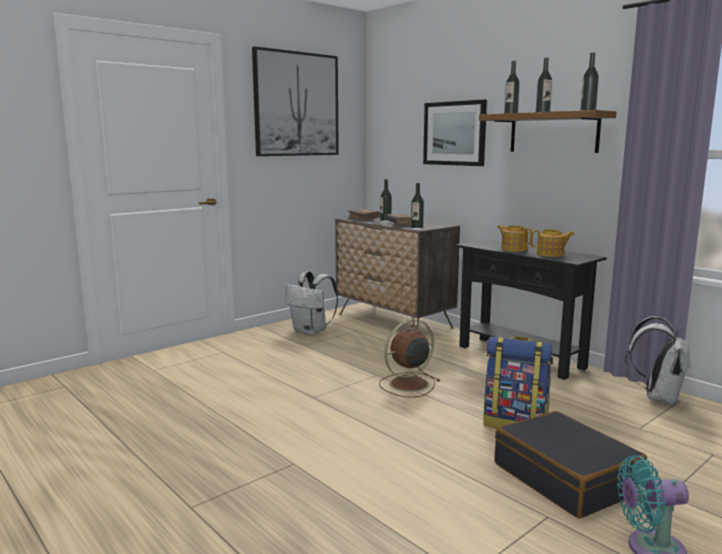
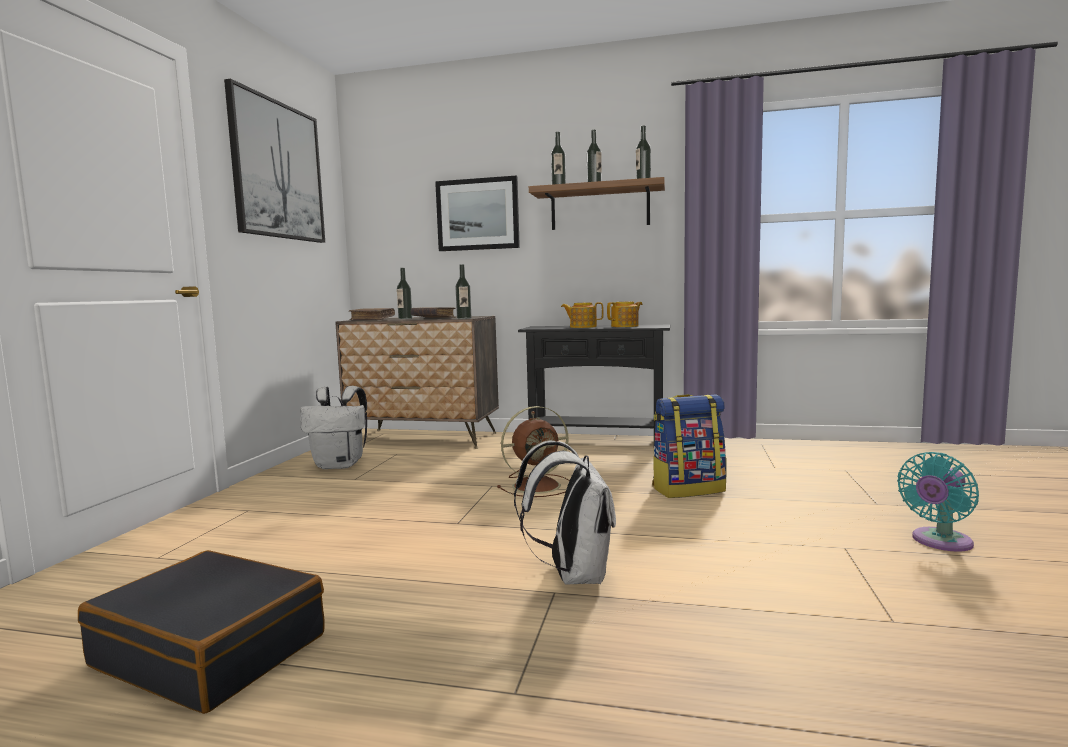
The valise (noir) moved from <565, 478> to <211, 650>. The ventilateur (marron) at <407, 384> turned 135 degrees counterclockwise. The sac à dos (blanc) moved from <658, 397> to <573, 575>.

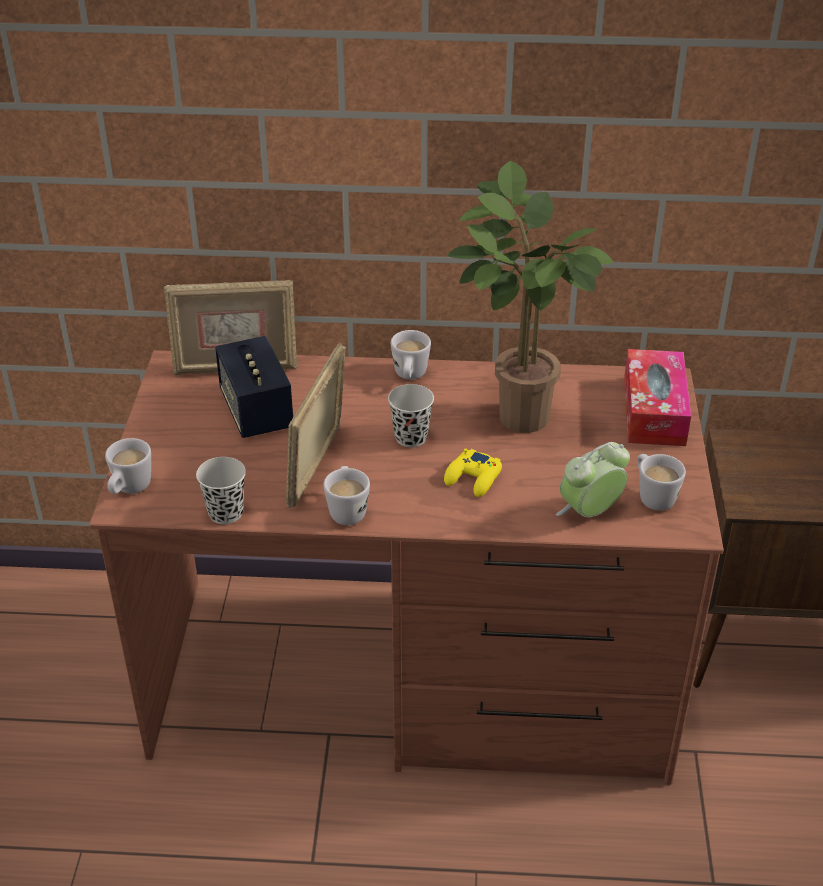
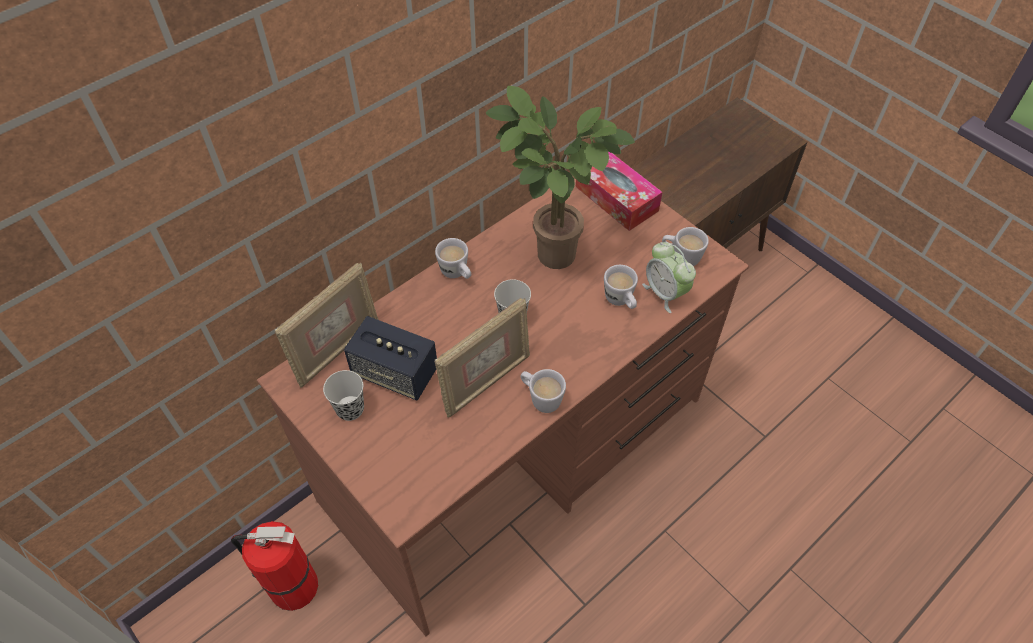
The extincteur at <291, 586> appeared. The tasse (noir) moved from <225, 513> to <350, 409>. The cadre photo at <318, 466> turned 105 degrees counterclockwise. The mug (blanc) moved from <129, 490> to <621, 301>. The réveil at <590, 512> turned 45 degrees counterclockwise. The manette (jaune) at <473, 478> disappeared.

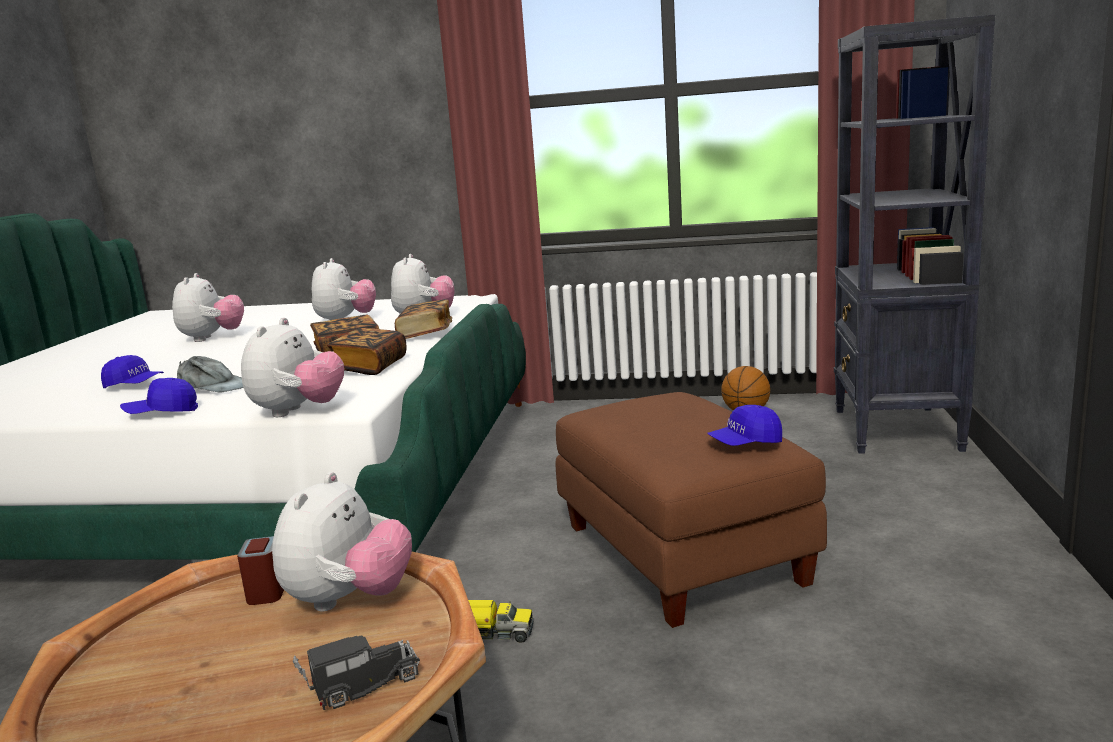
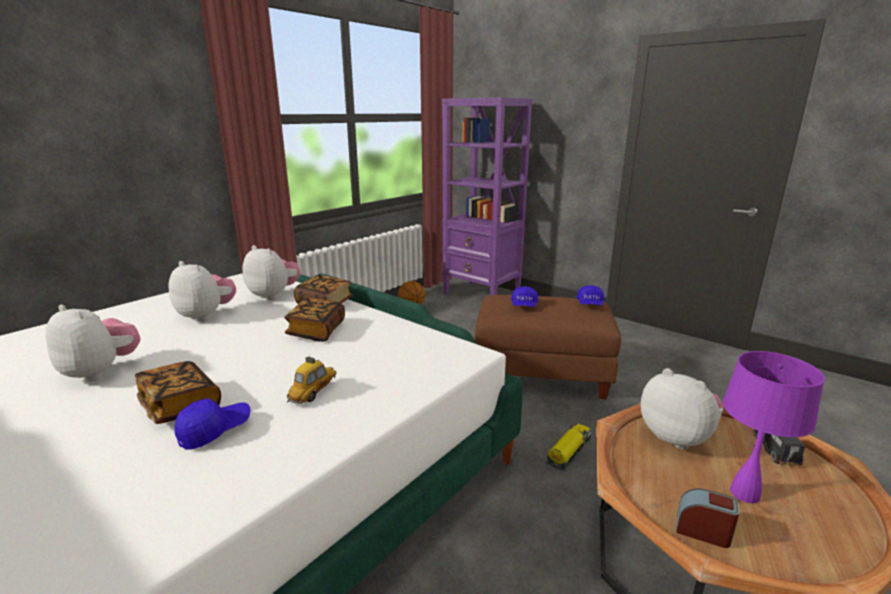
The livre moved from <370, 367> to <180, 406>. The casquette (gris) at <213, 387> was replaced by the petite voiture at <314, 392>. The bibliothèque (noir) at <896, 430> became the bibliothèque (violet) at <482, 294>. The casquette (bleu) moved from <162, 413> to <524, 305>. The réveil moved from <269, 588> to <702, 531>. The lampe de table (violet) at <744, 494> appeared. The peluche at <298, 412> disappeared.

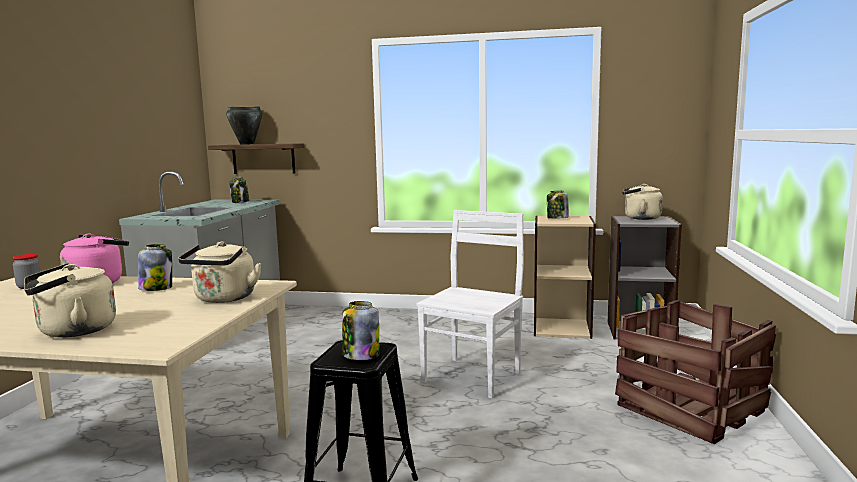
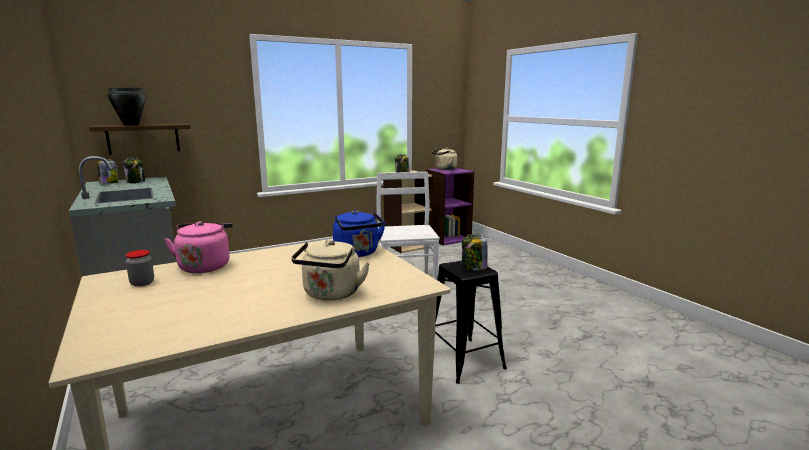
The bocal moved from <156, 288> to <108, 183>. The bouilloire (beige) at <223, 299> became the bouilloire (bleu) at <358, 253>. The bibliothèque (gris) at <639, 331> became the bibliothèque (violet) at <447, 238>. The caisse at <689, 409> disappeared.

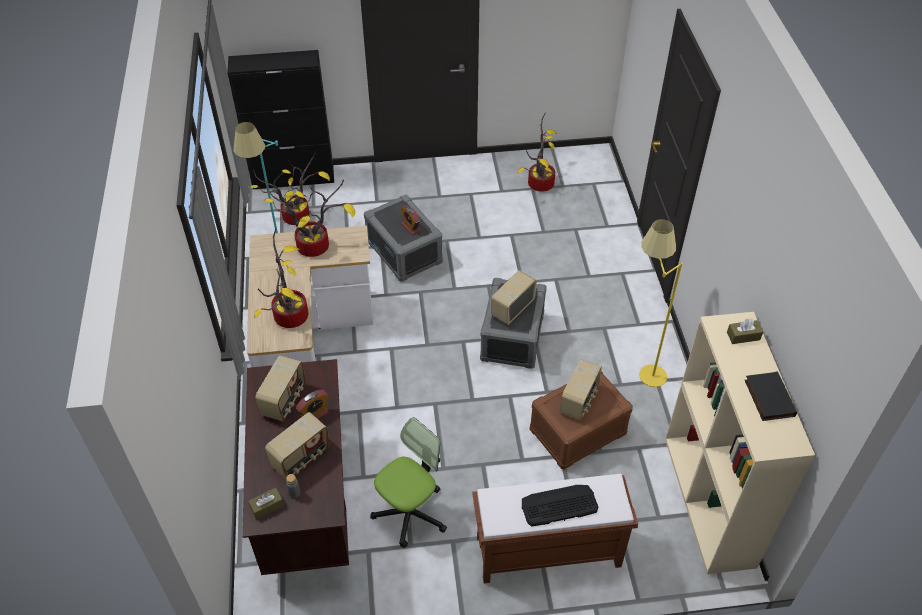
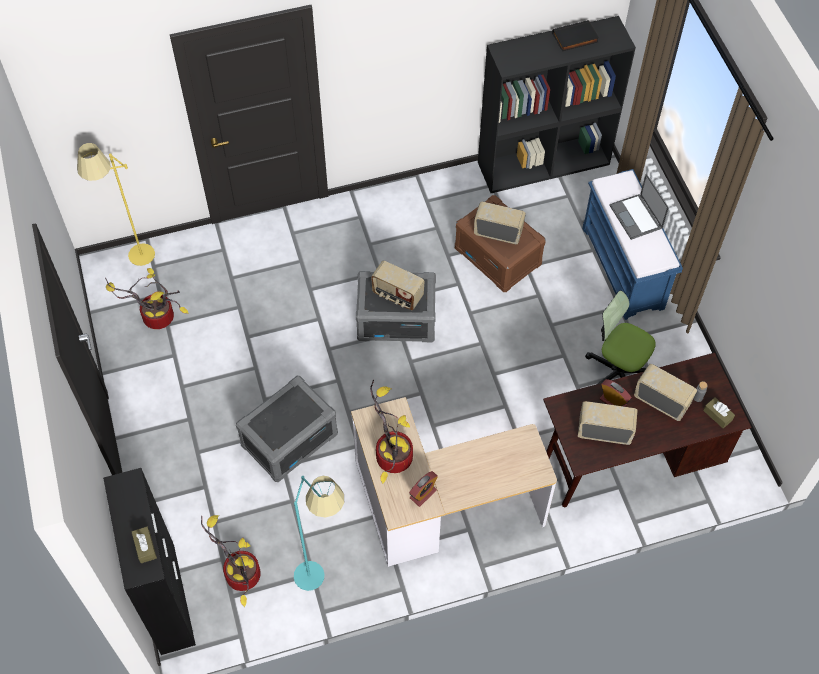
The lampadaire (jaune) moved from <641, 370> to <135, 264>. The boîte à mouchoirs (marron) moved from <743, 336> to <145, 547>. The réveil moved from <411, 227> to <423, 494>. The bibliothèque (beige) at <710, 501> became the bibliothèque (noir) at <544, 162>. The banc (marron) at <547, 553> became the banc (bleu) at <623, 268>. The clavier at <559, 505> was replaced by the ordinateur portable at <636, 217>. The plante en pot at <289, 314> disappeared.

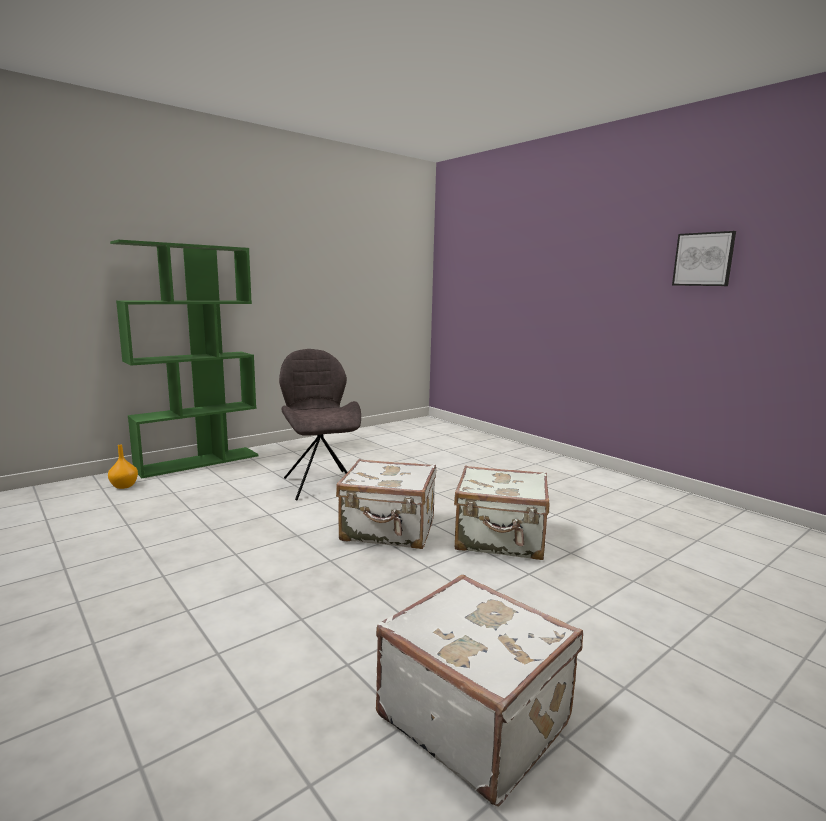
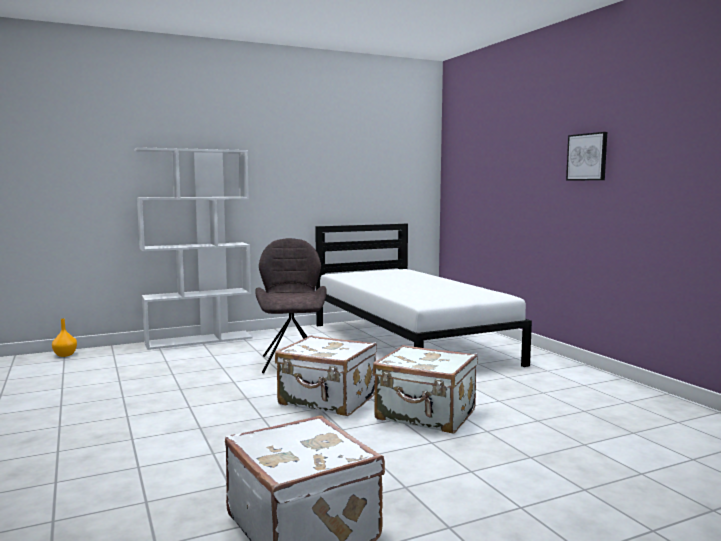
The vase (orange) moved from <123, 486> to <64, 355>. The bibliothèque (vert) at <198, 462> became the bibliothèque (blanc) at <199, 340>. The lit (blanc) at <410, 343> appeared. The tableau moved from <703, 259> to <587, 157>.

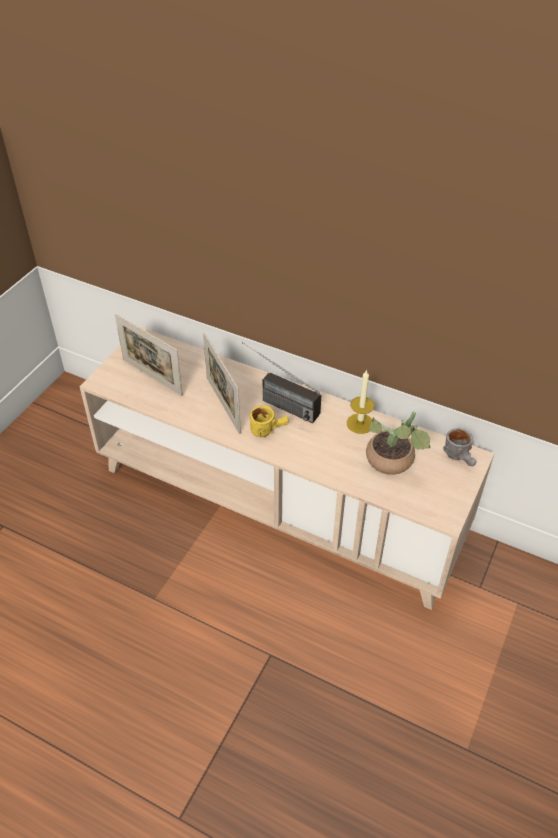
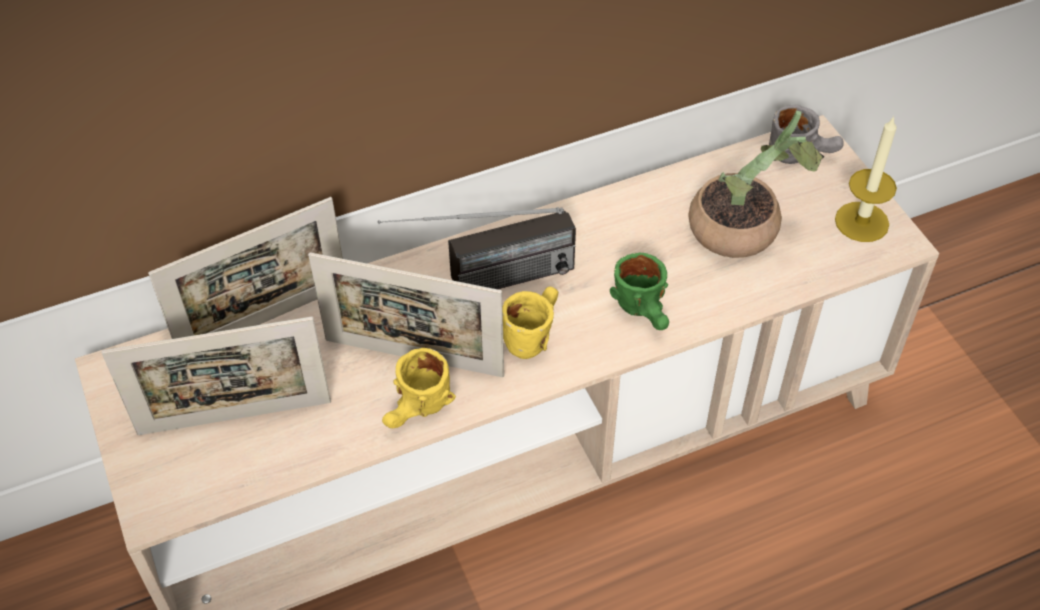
The cadre photo at <265, 321> appeared. The mug (jaune) at <418, 412> appeared. The mug (vert) at <646, 312> appeared. The bougie moved from <360, 423> to <861, 222>.

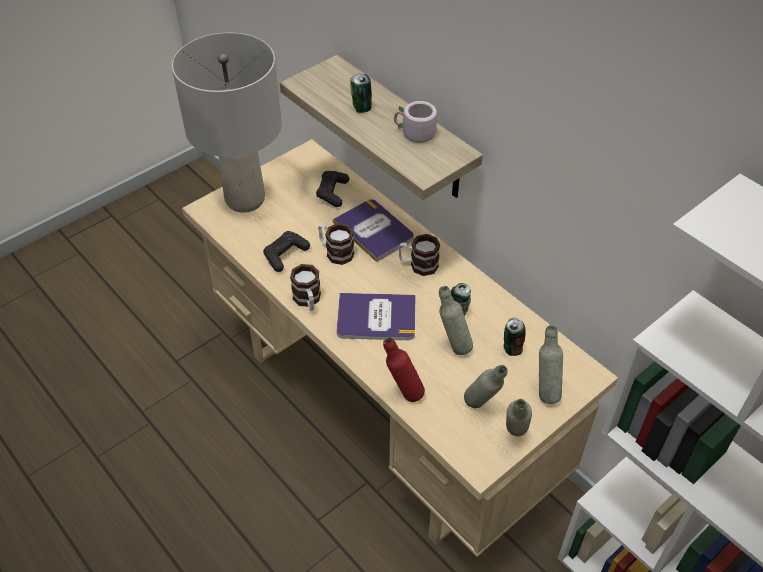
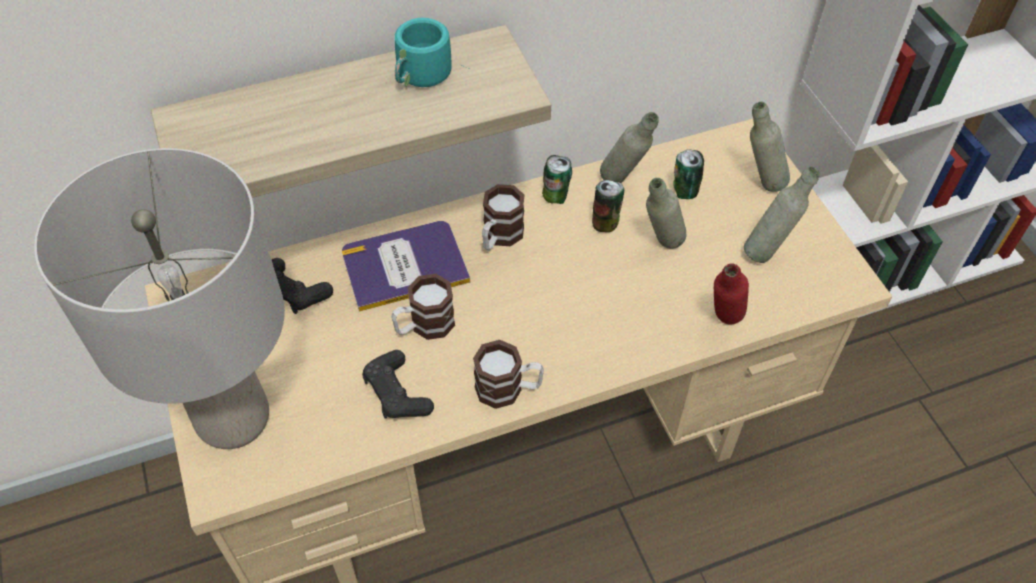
The mug (gris) at <414, 134> became the mug (turquoise) at <423, 77>. The boîte métallique moved from <361, 108> to <555, 197>. The bouteille (gris) moved from <514, 437> to <623, 184>. The livre at <376, 317> disappeared.

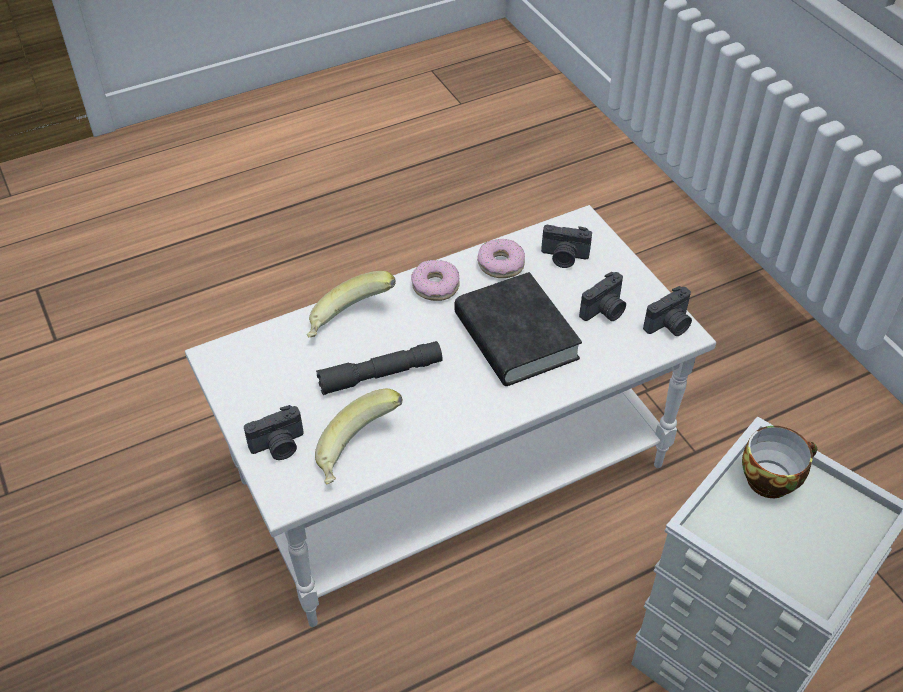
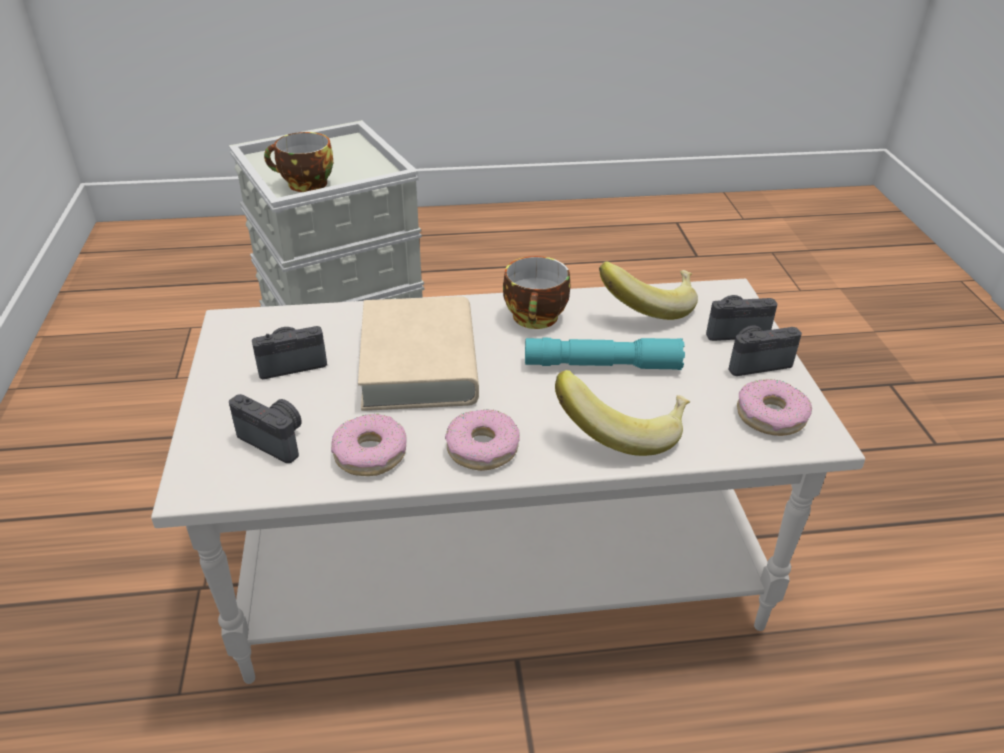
The livre (noir) at <515, 337> became the livre (beige) at <419, 363>. The tasse at <537, 318> appeared. The lampe de poche (gris) at <380, 374> became the lampe de poche (turquoise) at <602, 365>. The appareil photo moved from <669, 325> to <755, 362>. The beignet at <771, 416> appeared.

